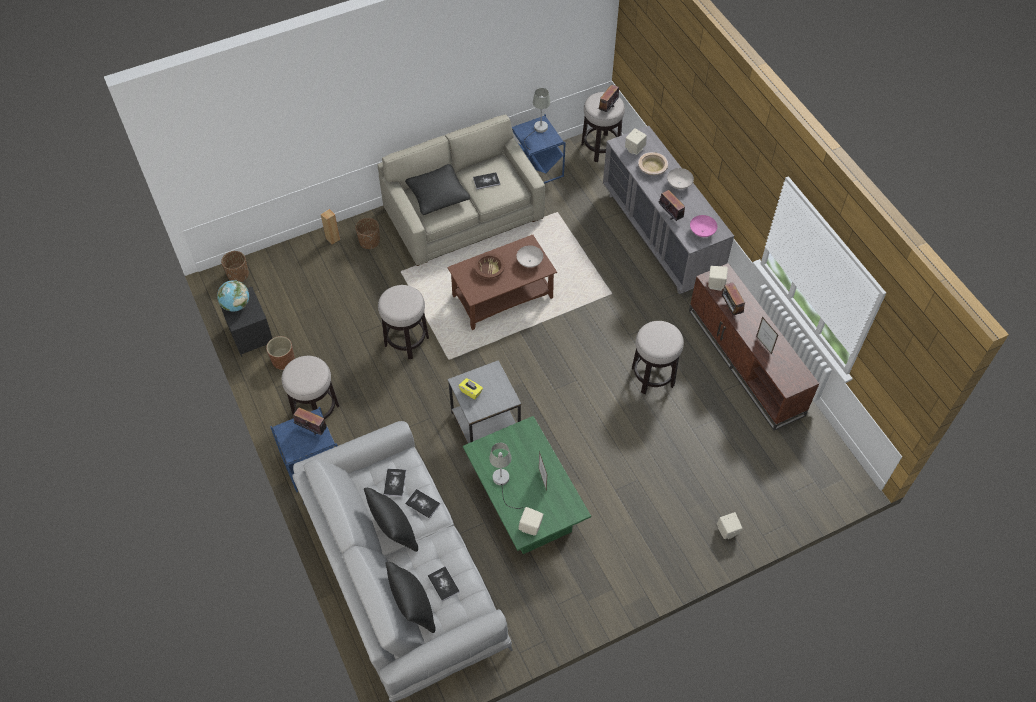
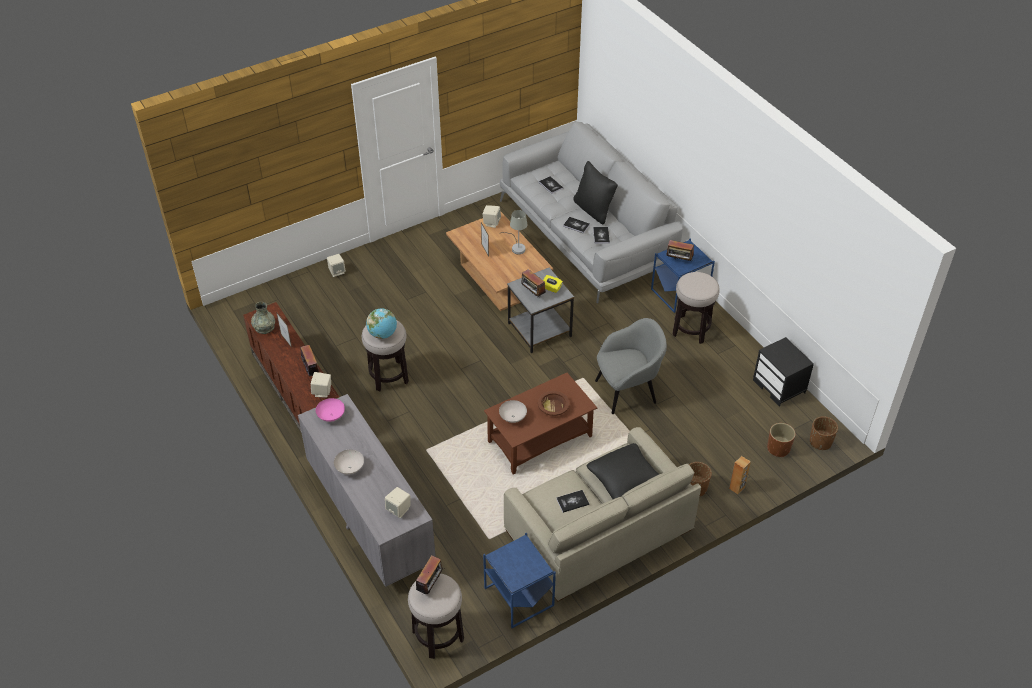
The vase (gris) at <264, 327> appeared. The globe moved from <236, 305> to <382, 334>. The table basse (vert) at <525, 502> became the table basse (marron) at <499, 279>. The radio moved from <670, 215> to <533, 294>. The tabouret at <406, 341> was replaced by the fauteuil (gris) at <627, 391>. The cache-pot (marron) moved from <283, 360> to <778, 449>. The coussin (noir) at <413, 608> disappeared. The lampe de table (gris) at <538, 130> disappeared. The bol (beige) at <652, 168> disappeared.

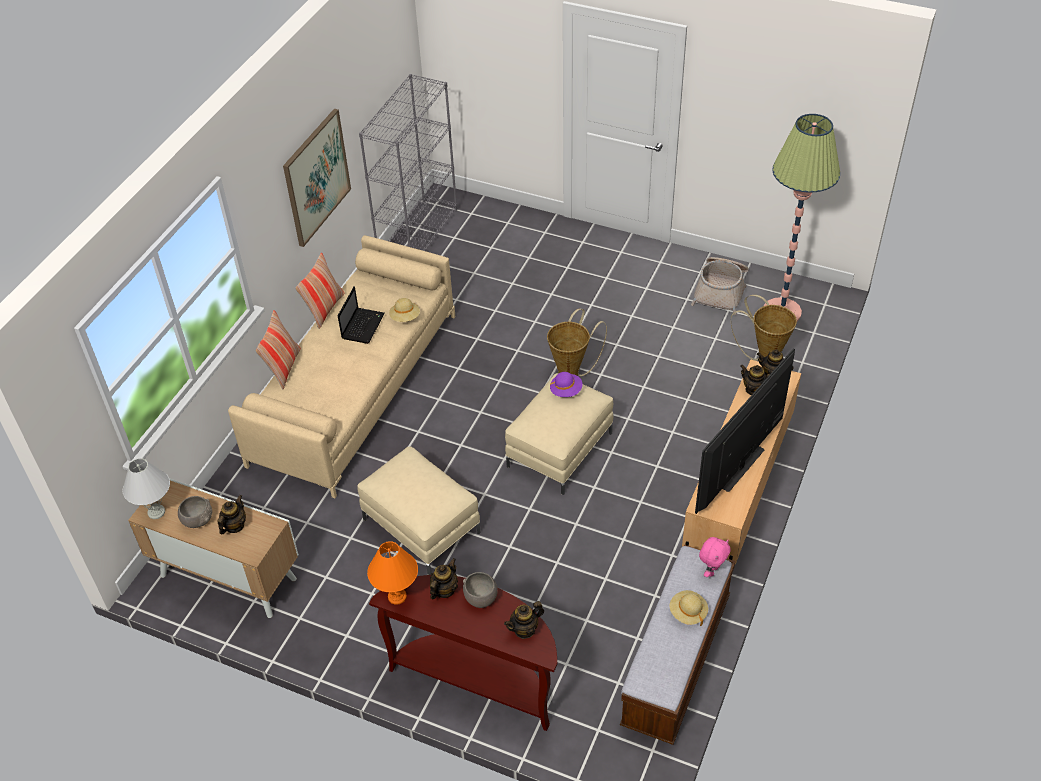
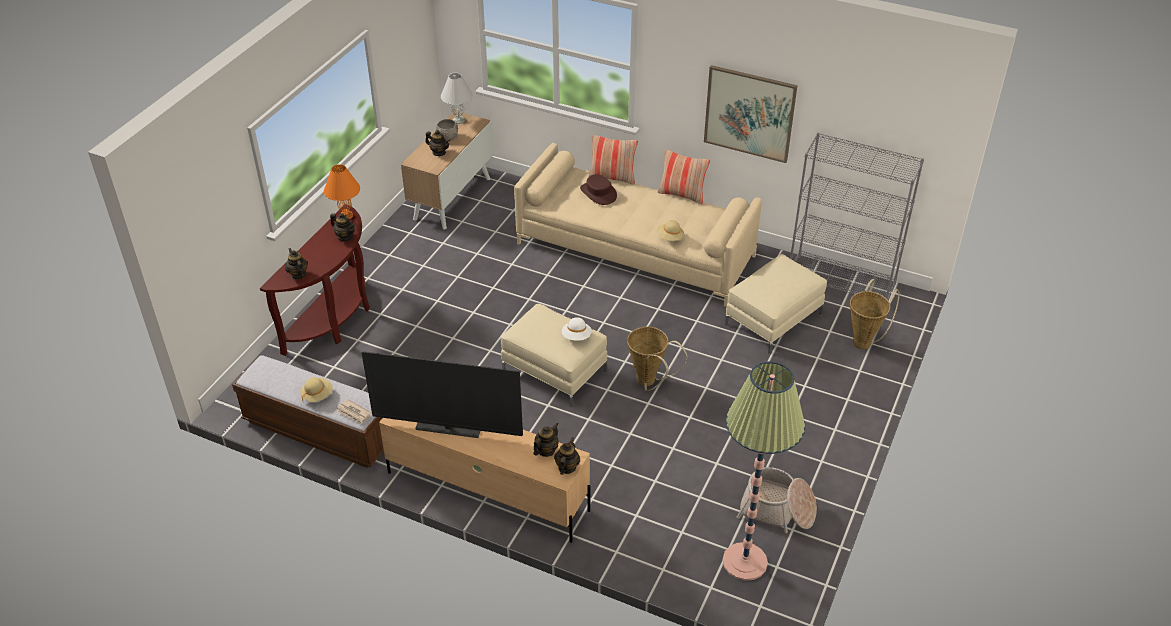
The peluche (rose) at <711, 570> was replaced by the journal at <354, 413>. The téléviseur at <741, 468> turned 150 degrees clockwise. The chapeau (violet) at <566, 391> became the chapeau (blanc) at <576, 336>. The chapeau (marron) at <598, 193> appeared. The pouf (beige) moved from <421, 525> to <773, 319>. The panier moved from <763, 357> to <864, 341>. The ordinateur portable at <363, 325> disappeared. The bol (gris) at <480, 597> disappeared.

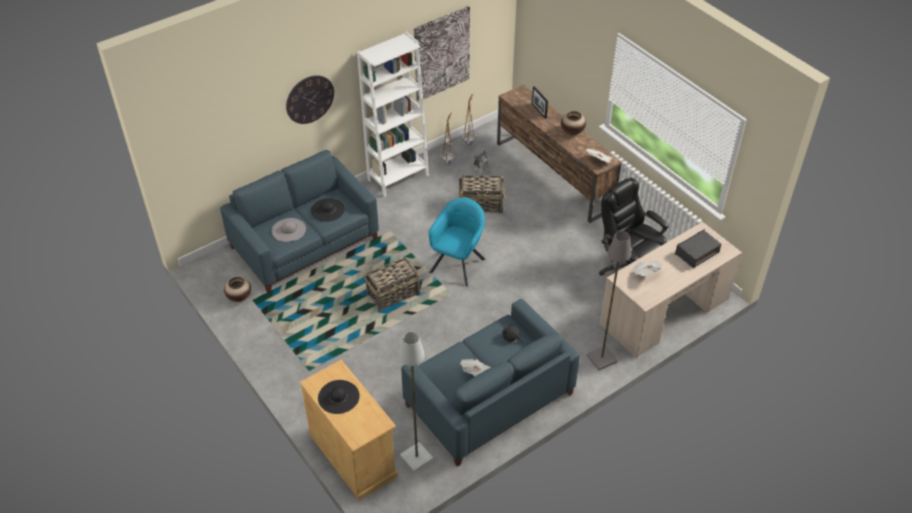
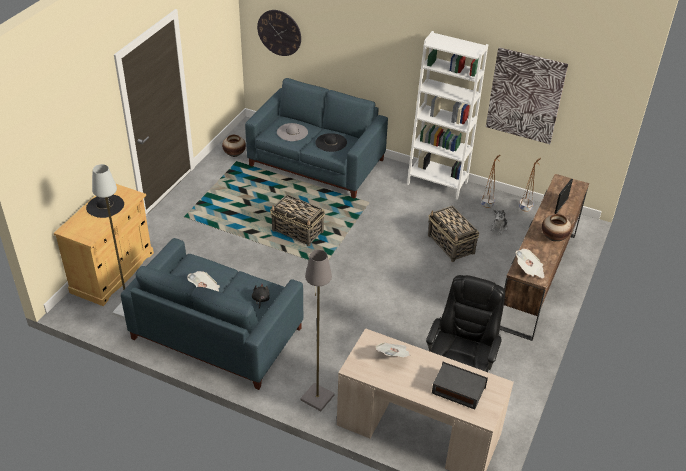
The horloge murale moved from <310, 99> to <279, 32>. The fauteuil (turquoise) at <458, 264> disappeared.

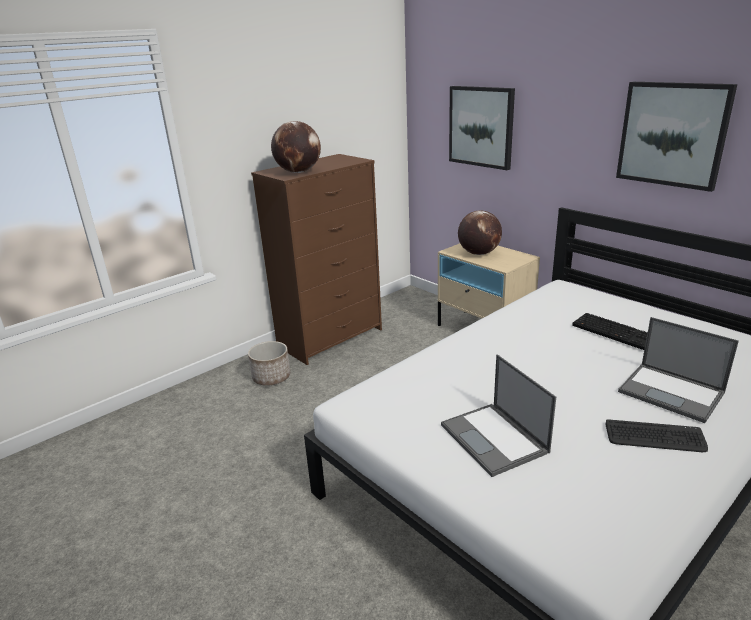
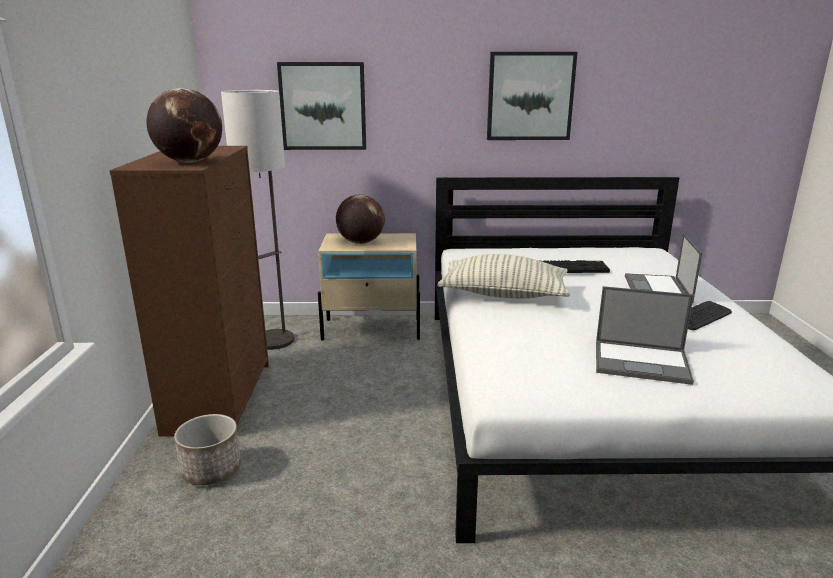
The lampadaire at <273, 340> appeared. The coussin at <503, 294> appeared. The ordinateur portable at <672, 392> turned 105 degrees clockwise.

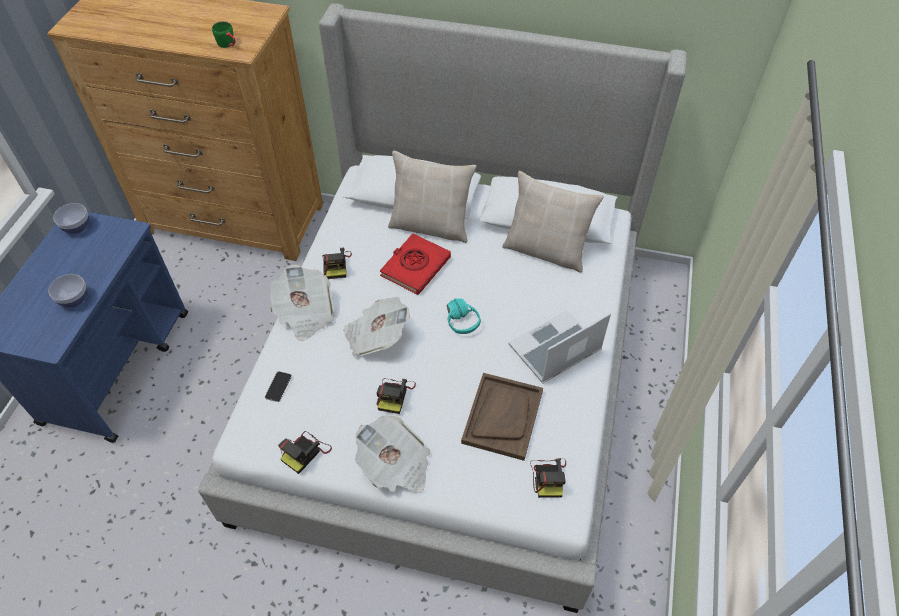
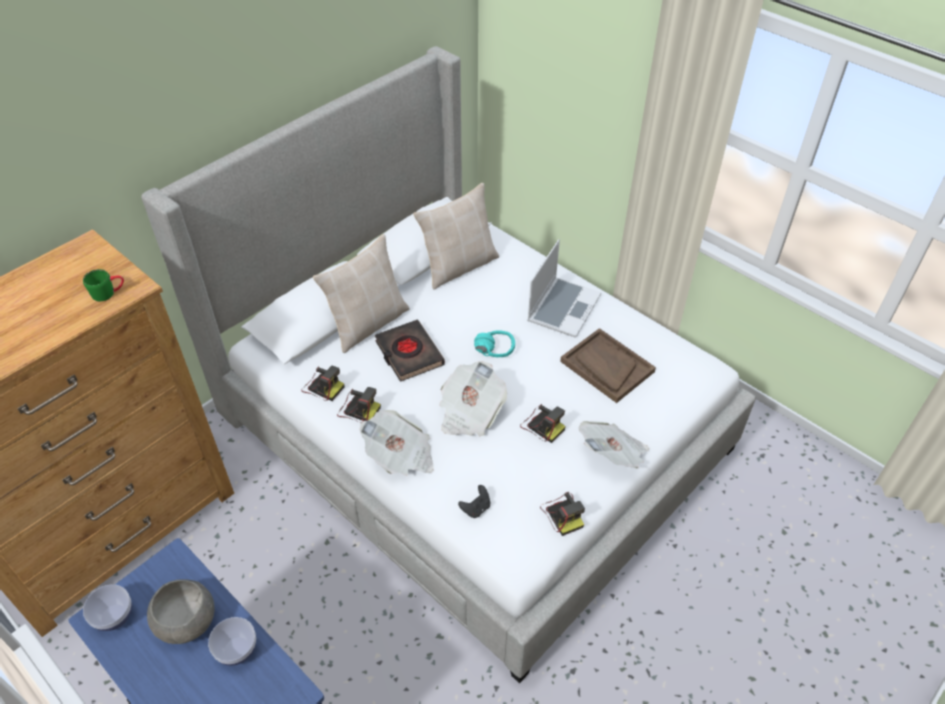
The bol (gris) at <187, 621> appeared. The appareil photo moved from <548, 477> to <323, 386>. The livre (rouge) at <415, 267> became the livre (noir) at <409, 354>. The téléphone at <278, 387> was replaced by the manette (noir) at <476, 508>. The ordinateur portable at <554, 349> turned 150 degrees counterclockwise.

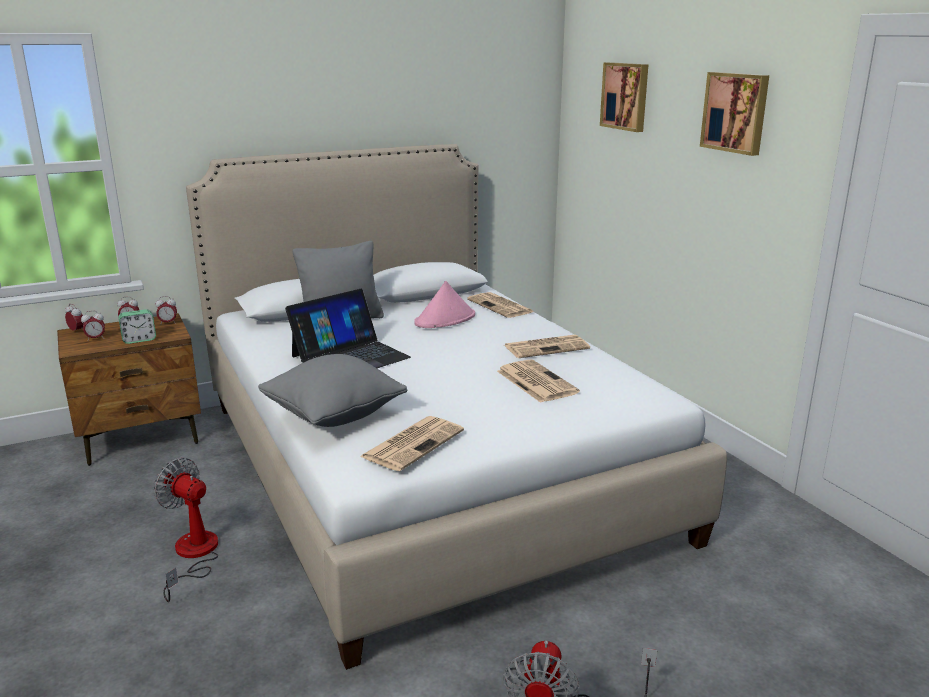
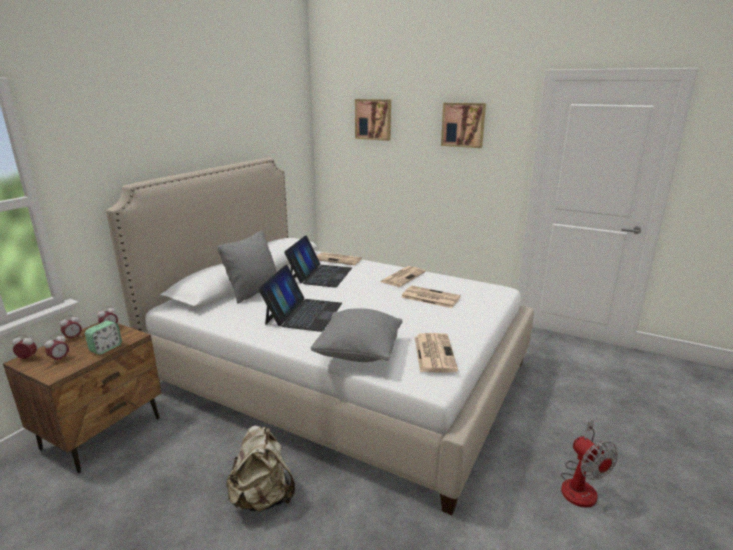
The ventilateur at <193, 555> was replaced by the sac à dos (beige) at <262, 498>. The chapeau (rose) at <445, 319> was replaced by the ordinateur portable at <320, 275>.

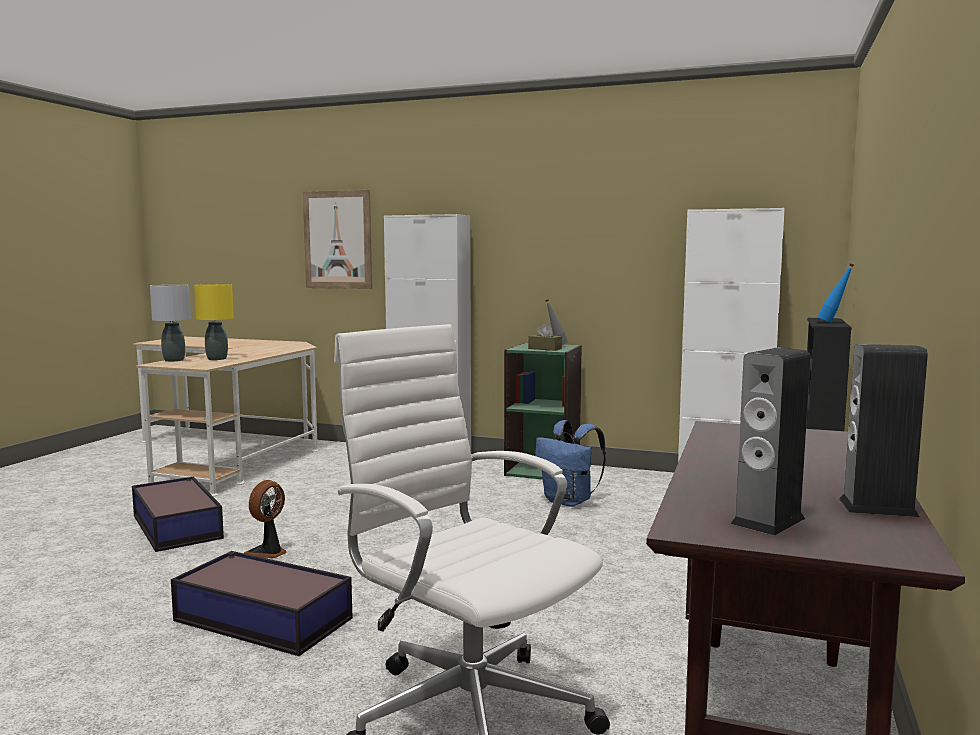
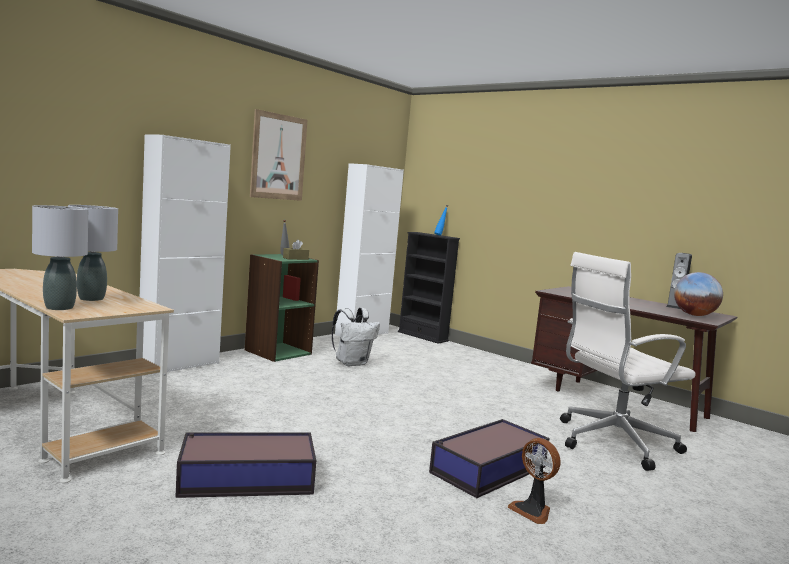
The lampe de table (jaune) at <217, 359> became the lampe de table (gris) at <92, 298>. The tableau moved from <337, 240> to <278, 157>. The sac à dos (bleu) at <569, 501> became the sac à dos (blanc) at <352, 363>. The ventilateur moved from <267, 553> to <532, 511>. The enceinte at <768, 521> was replaced by the globe at <694, 315>.

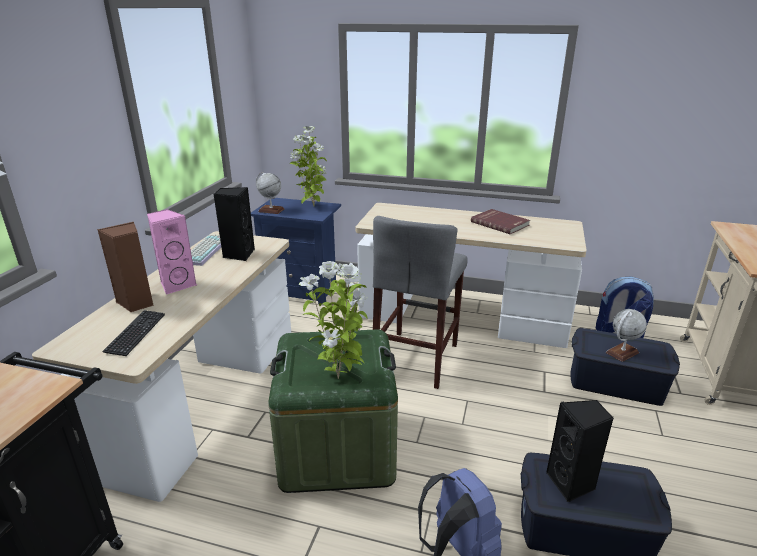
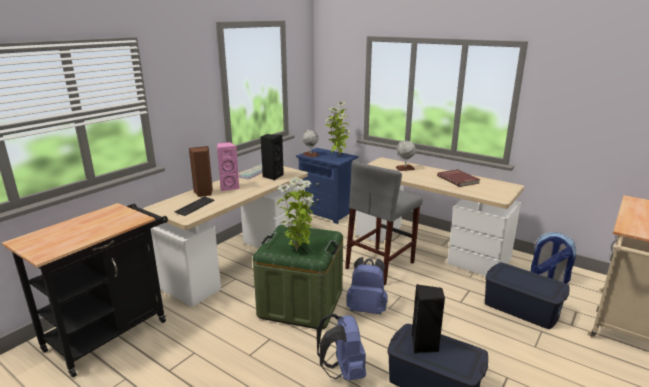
The sac à dos (bleu) at <367, 308> appeared. The globe moved from <622, 352> to <405, 168>.

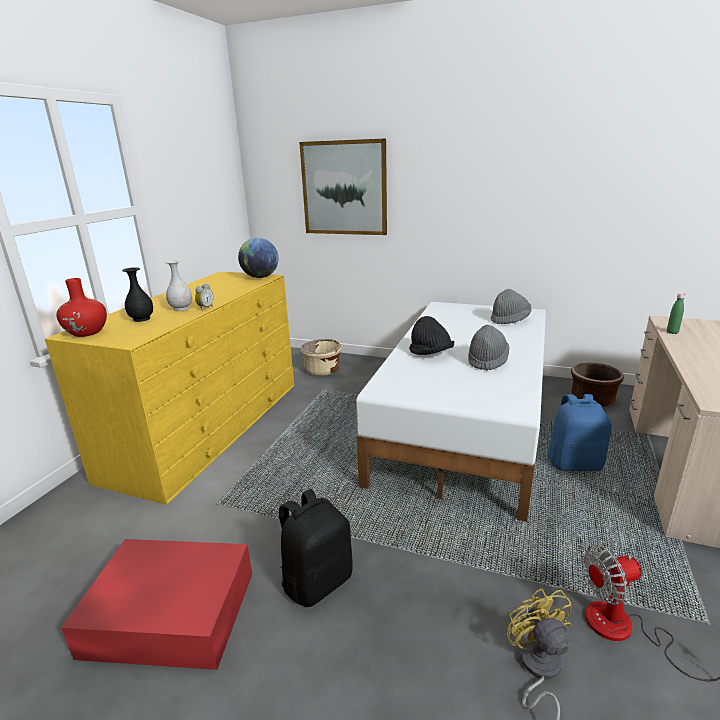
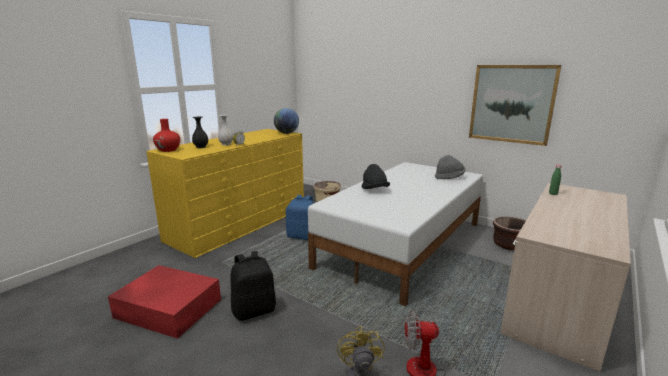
The sac à dos (bleu) moved from <574, 463> to <302, 236>. The tableau moved from <344, 188> to <511, 104>. The chapeau (gris) at <487, 361> disappeared.

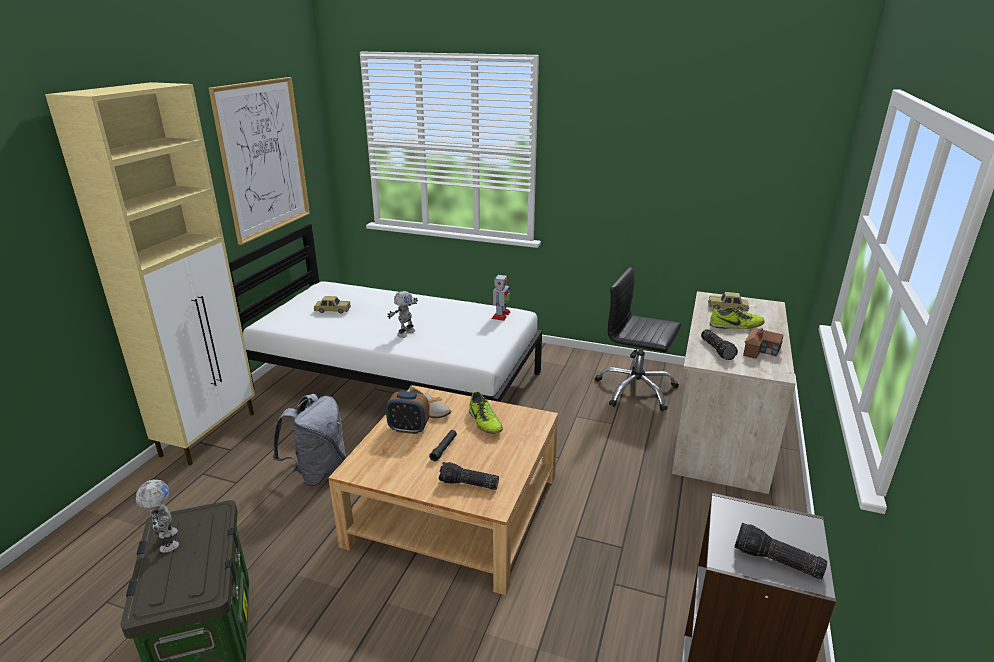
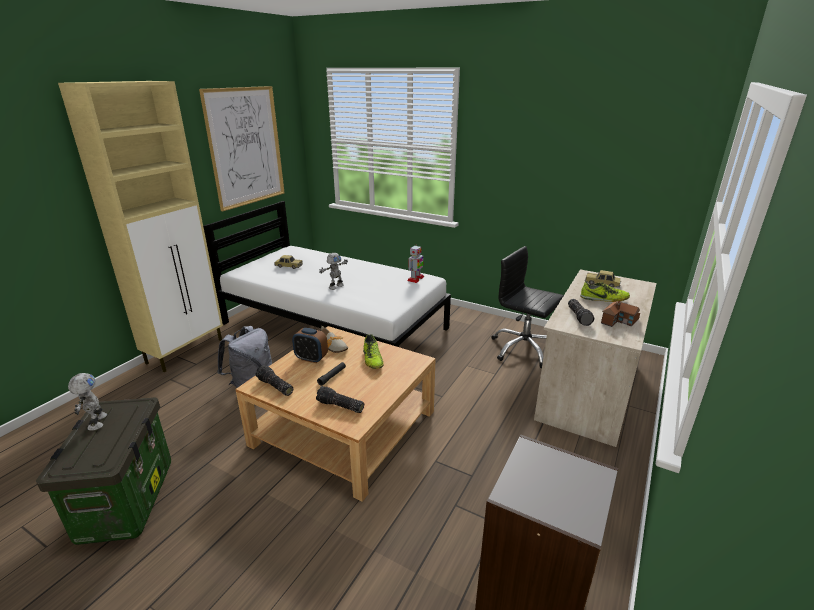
The lampe de poche moved from <776, 561> to <274, 386>.

